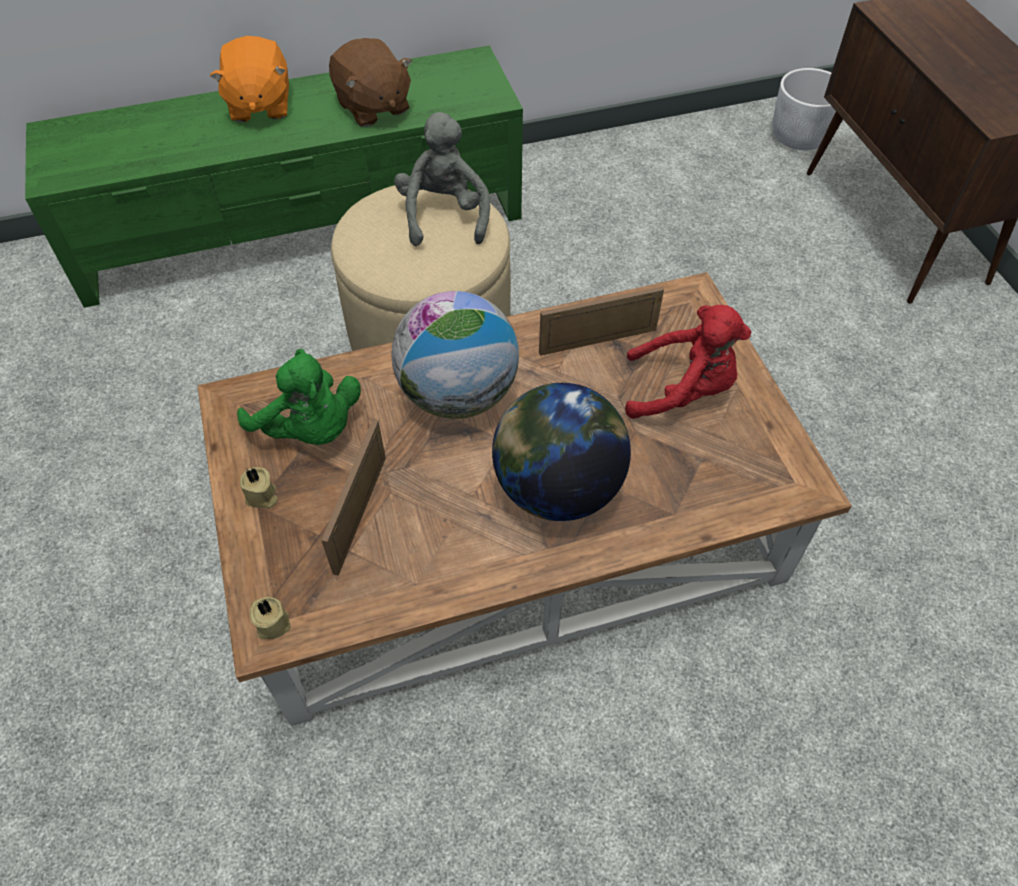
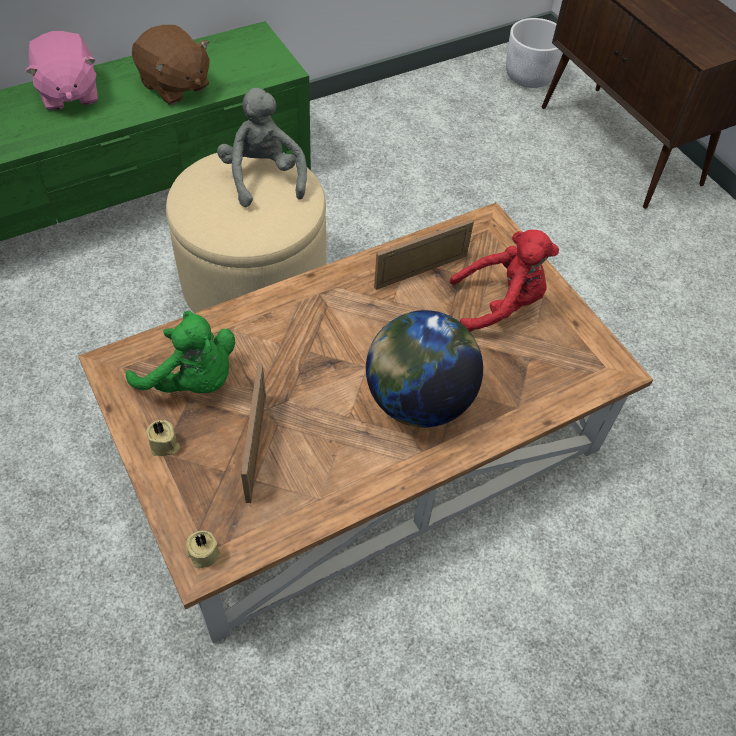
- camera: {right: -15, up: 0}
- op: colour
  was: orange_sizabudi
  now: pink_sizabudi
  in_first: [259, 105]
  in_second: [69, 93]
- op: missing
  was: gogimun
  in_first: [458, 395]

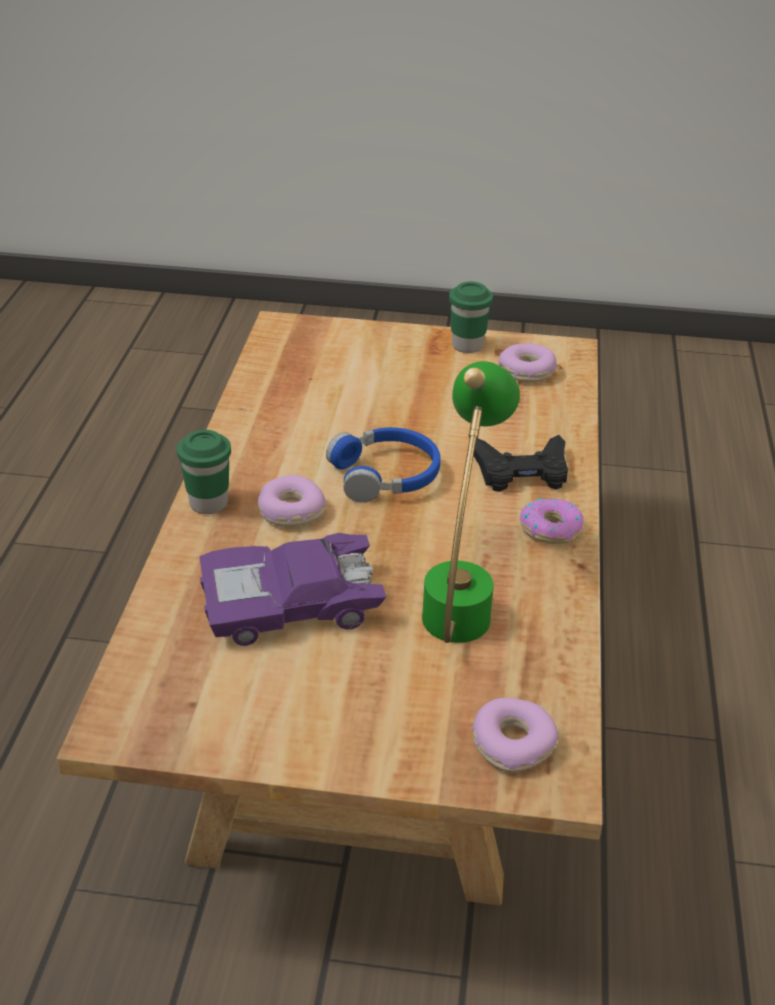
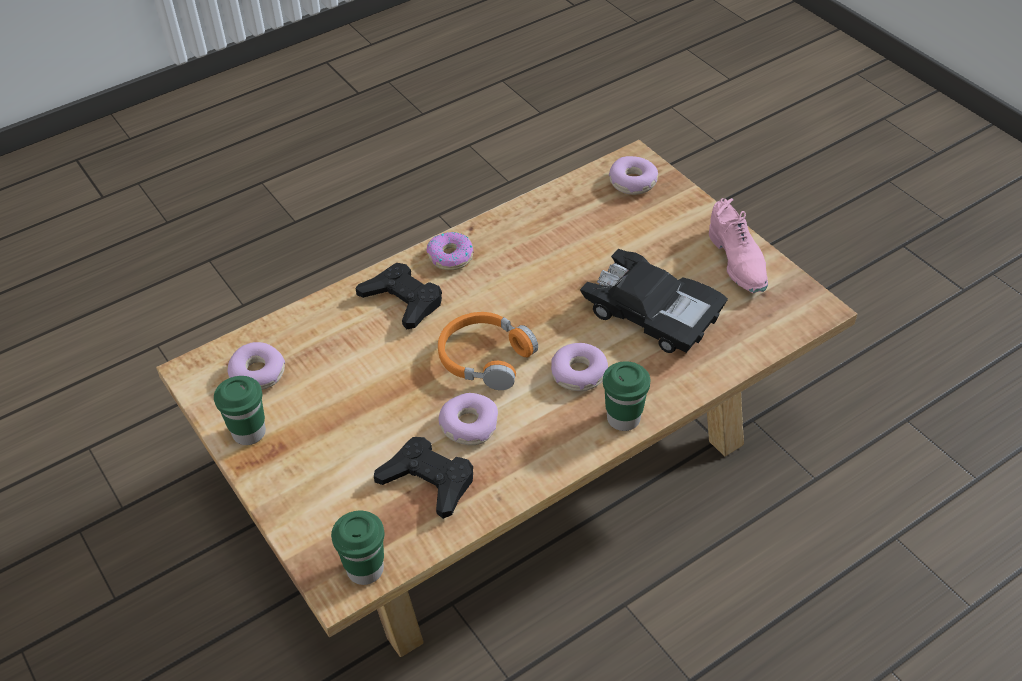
- camera: {right: -130, up: 10}
- op: appeared
  now: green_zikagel
  in_second: [365, 569]
- op: appeared
  now: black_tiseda
  in_second: [428, 481]
- op: colour
  was: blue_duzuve
  now: orange_duzuve
  in_first: [386, 475]
  in_second: [485, 358]
- op: appeared
  now: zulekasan
  in_second: [468, 425]
- op: colour
  was: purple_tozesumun
  now: black_tozesumun
  in_first: [290, 603]
  in_second: [652, 312]
- op: appeared
  now: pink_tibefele
  in_second: [738, 262]
- op: missing
  was: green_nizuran
  in_first: [461, 596]

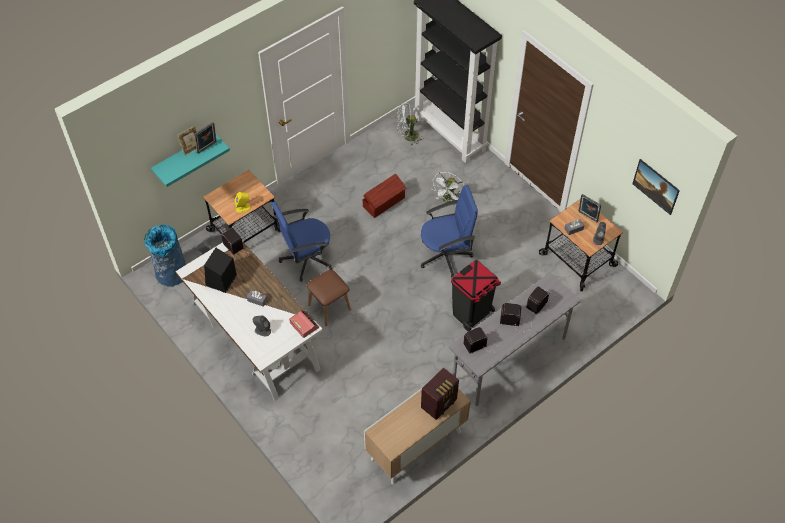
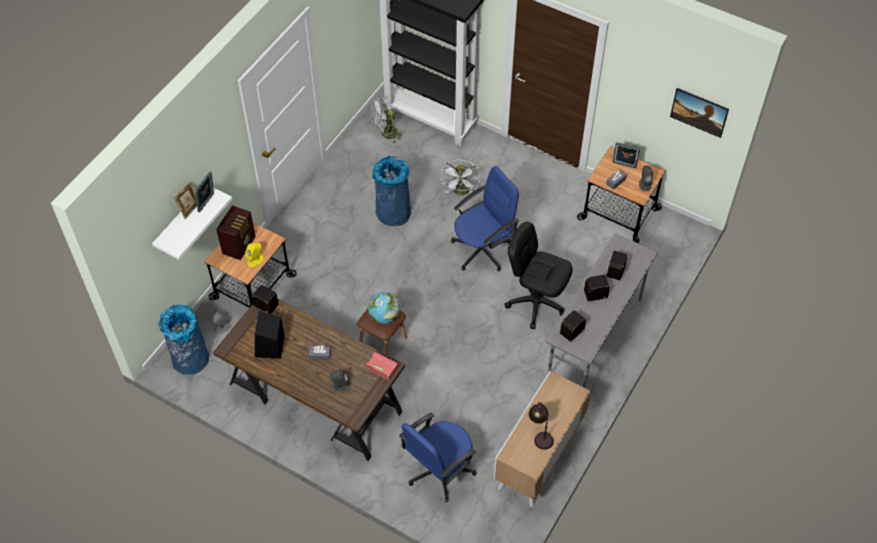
- camera: {right: -20, up: 0}
- op: colour
  was: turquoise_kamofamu
  now: white_kamofamu
  in_first: [184, 157]
  in_second: [181, 221]
- op: colour
  was: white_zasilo
  now: brown_zasilo
  in_first: [254, 336]
  in_second: [314, 398]
- op: relocated
  was: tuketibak
  in_first: [440, 403]
  in_second: [240, 245]
- op: appeared
  now: gogimun
  in_second: [384, 316]
- op: exchanged
  was: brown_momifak
  now: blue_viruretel
  in_first: [384, 202]
  in_second: [393, 212]
- op: relocated
  was: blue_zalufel
  in_first: [306, 259]
  in_second: [439, 470]
- op: exchanged
  was: black_viruretel
  now: black_zalufel
  in_first: [472, 314]
  in_second: [536, 302]
- op: appeared
  now: nizuran
  in_second: [540, 434]

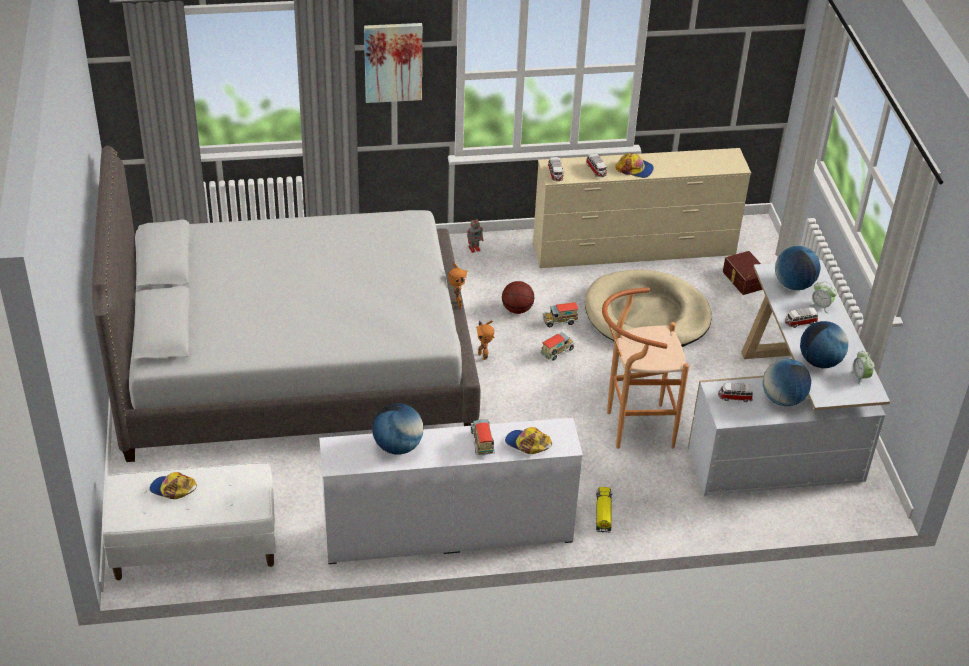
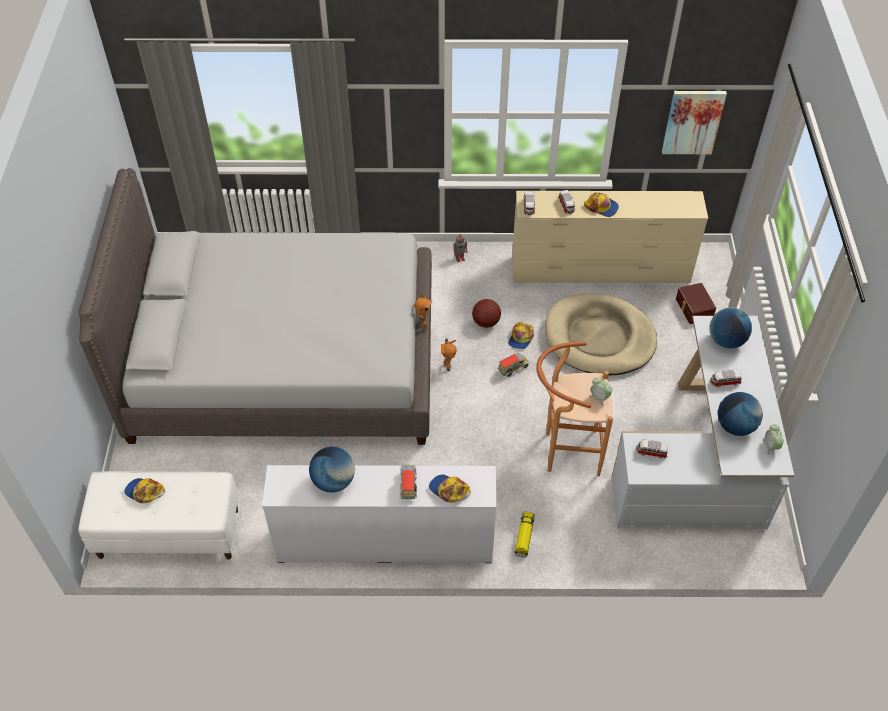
- camera: {right: 10, up: 10}
- op: exchanged
  was: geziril
  now: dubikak
  in_first: [559, 321]
  in_second: [521, 338]
- op: relocated
  was: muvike
  in_first: [821, 306]
  in_second: [599, 397]
- op: relocated
  was: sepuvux
  in_first: [393, 62]
  in_second: [693, 121]
- op: missing
  was: gogimun
  in_first: [783, 399]

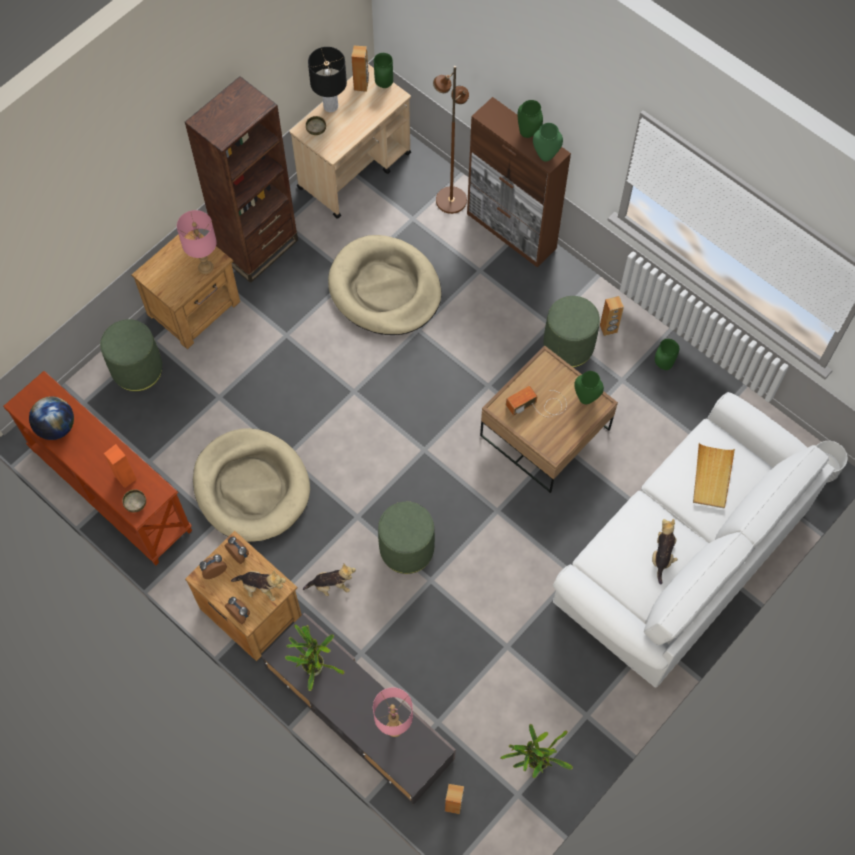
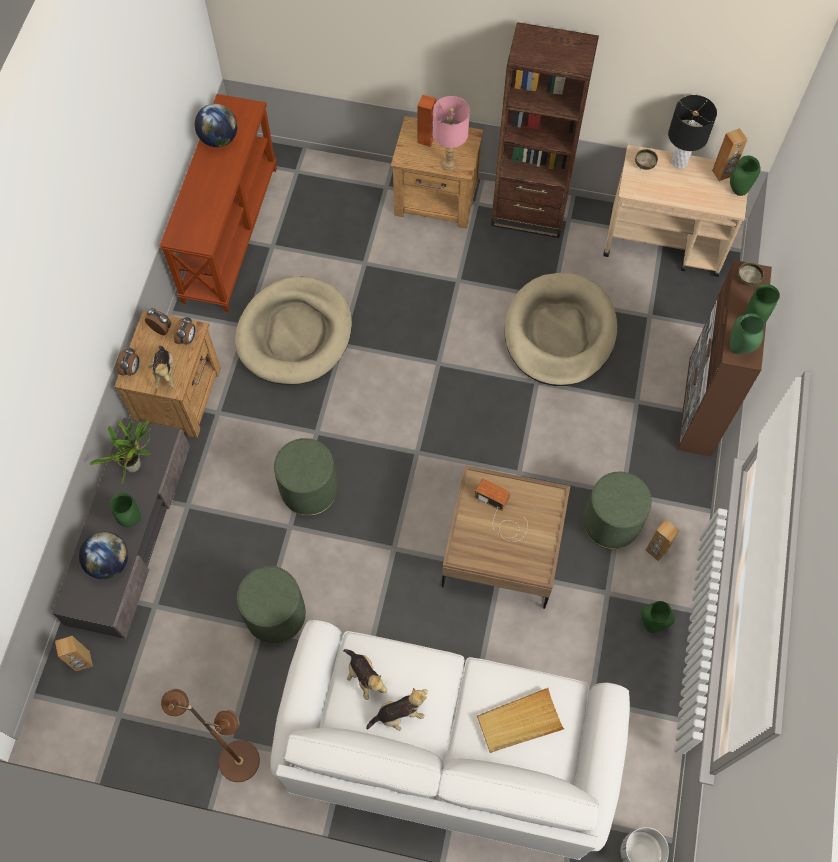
- camera: {right: 60, up: 0}
- op: exchanged
  was: pink_nizuran
  now: gogimun
  in_first: [394, 728]
  in_second: [109, 562]
- op: relocated
  was: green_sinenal
  in_first: [585, 398]
  in_second: [131, 520]
- op: relocated
  was: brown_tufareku
  in_first: [450, 200]
  in_second: [239, 760]
- op: relocated
  was: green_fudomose
  in_first: [137, 369]
  in_second: [276, 615]
- op: relocated
  was: sizabudi
  in_first: [331, 585]
  in_second: [364, 677]
- op: relocated
  was: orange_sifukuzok
  in_first: [126, 477]
  in_second: [426, 139]
- op: relocated
  was: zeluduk
  in_first: [135, 504]
  in_second: [747, 279]
- op: missing
  was: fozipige
  in_first: [534, 762]

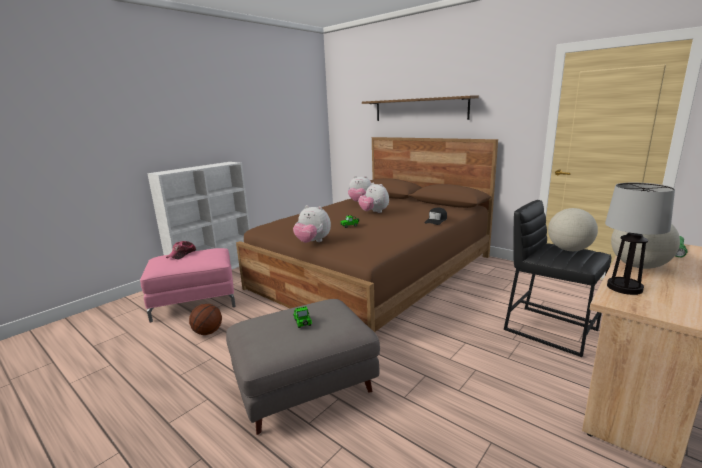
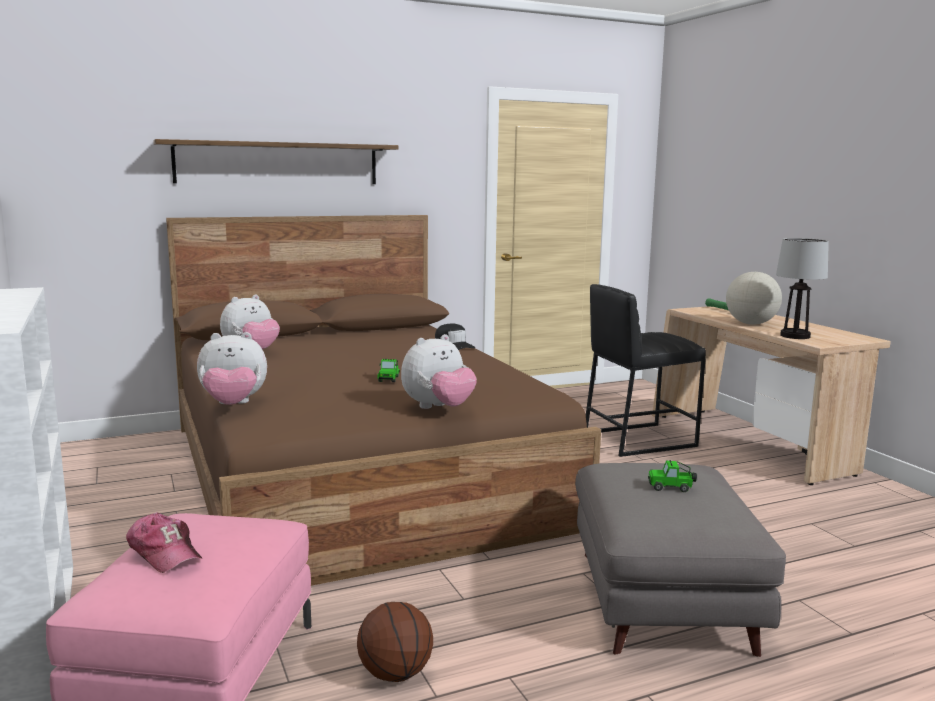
- camera: {right: -65, up: -5}
- op: relocated
  was: sizabudi
  in_first: [374, 212]
  in_second: [233, 405]
- op: missing
  was: gogimun
  in_first: [569, 250]

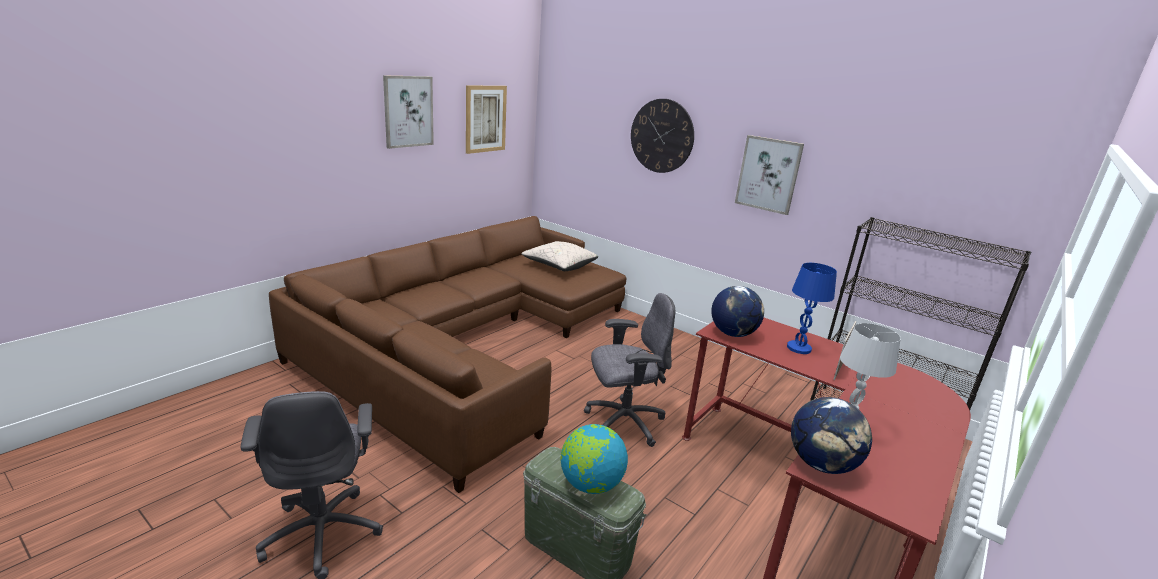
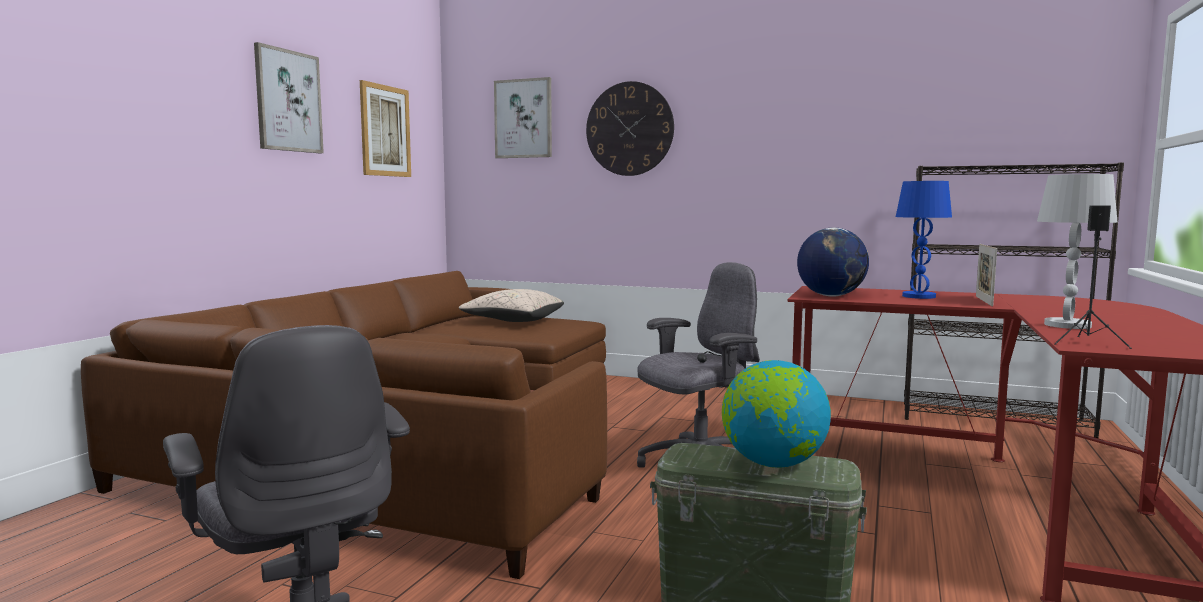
- camera: {right: -15, up: -15}
- op: relocated
  was: sepuvux
  in_first: [768, 174]
  in_second: [523, 118]
- op: exchanged
  was: gogimun
  now: black_sifukuzok
  in_first: [822, 465]
  in_second: [1088, 343]

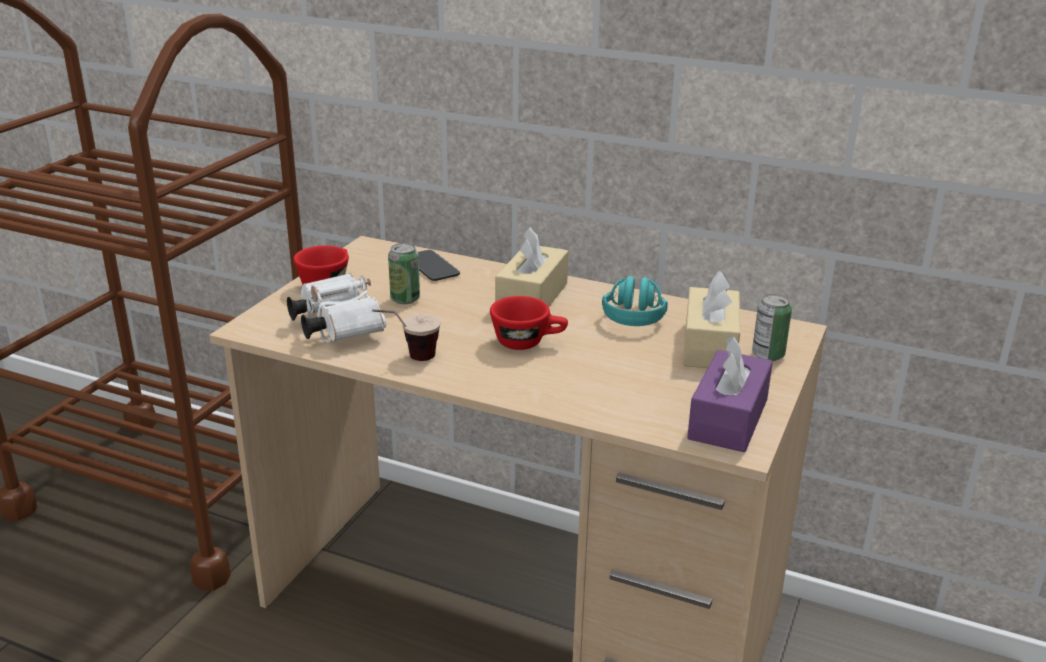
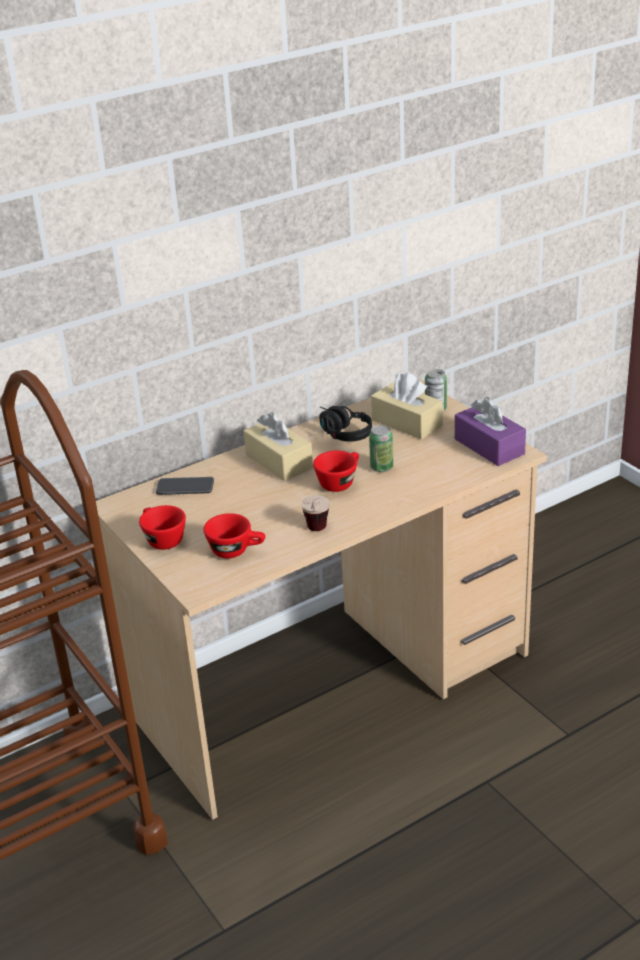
- camera: {right: -55, up: 5}
- op: exchanged
  was: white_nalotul
  now: red_zikagel
  in_first: [336, 326]
  in_second: [236, 550]
- op: colour
  was: turquoise_duzuve
  now: black_duzuve
  in_first: [634, 312]
  in_second: [340, 432]
- op: relocated
  was: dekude
  in_first: [405, 299]
  in_second: [381, 467]

